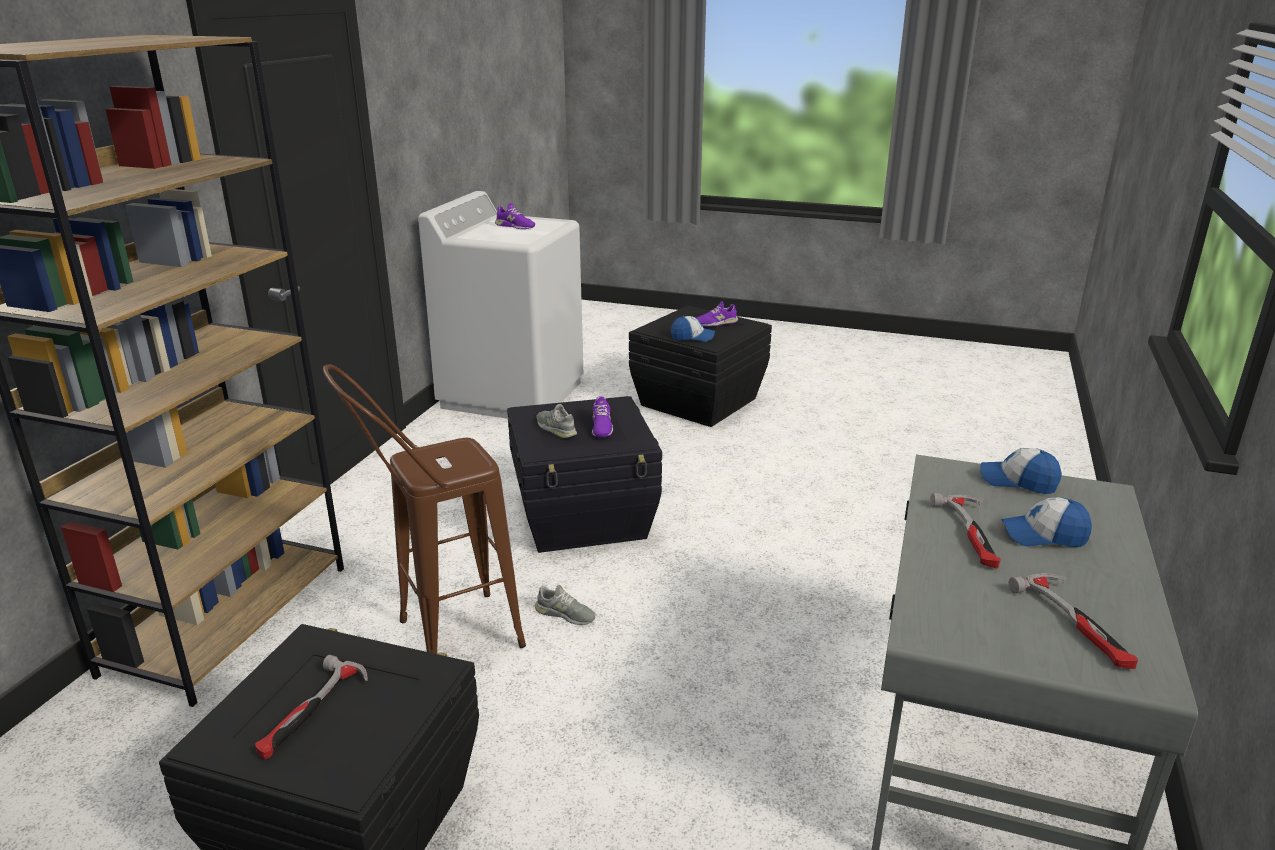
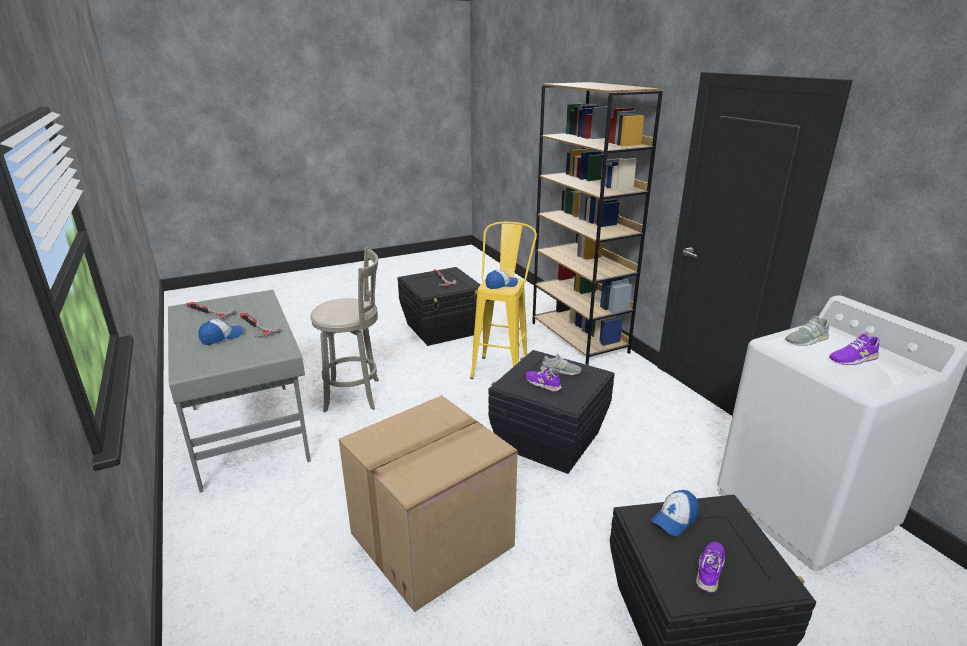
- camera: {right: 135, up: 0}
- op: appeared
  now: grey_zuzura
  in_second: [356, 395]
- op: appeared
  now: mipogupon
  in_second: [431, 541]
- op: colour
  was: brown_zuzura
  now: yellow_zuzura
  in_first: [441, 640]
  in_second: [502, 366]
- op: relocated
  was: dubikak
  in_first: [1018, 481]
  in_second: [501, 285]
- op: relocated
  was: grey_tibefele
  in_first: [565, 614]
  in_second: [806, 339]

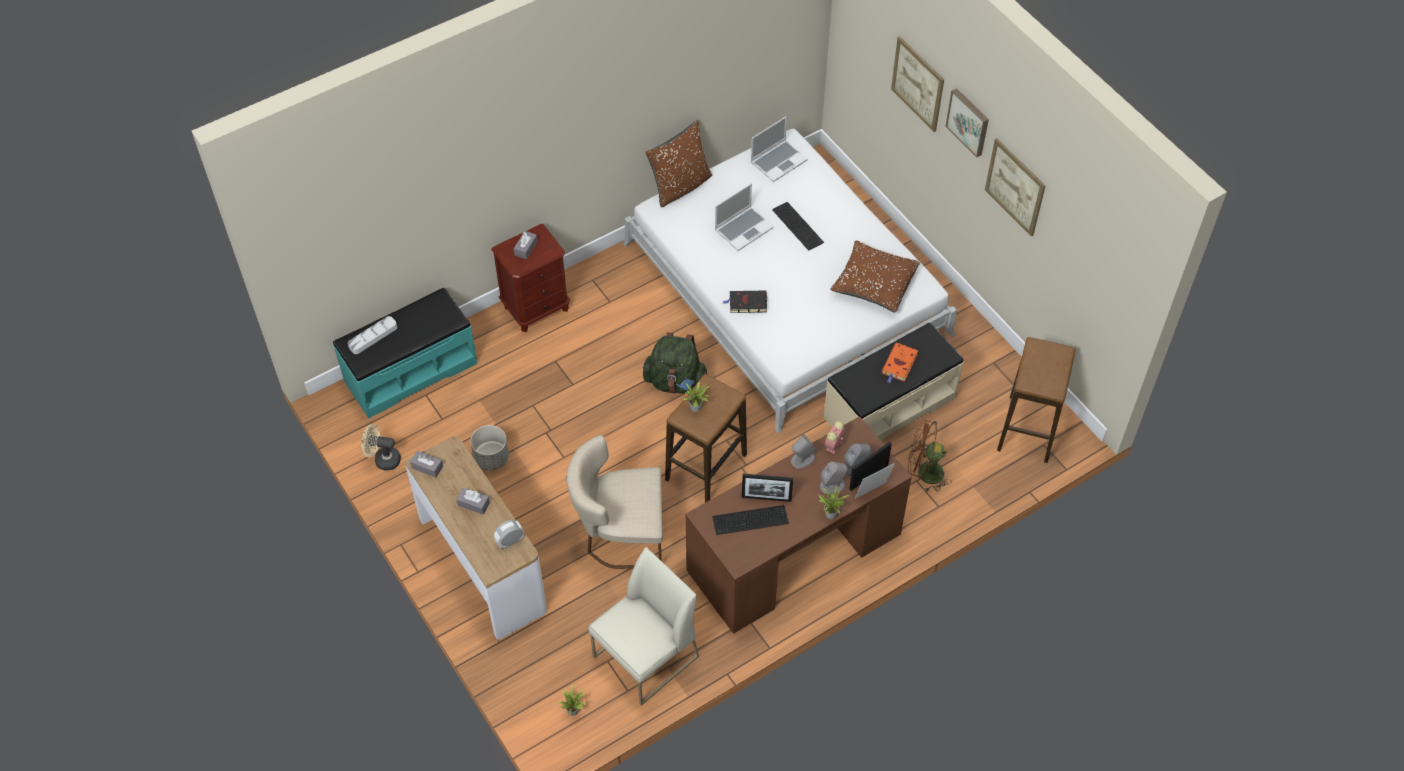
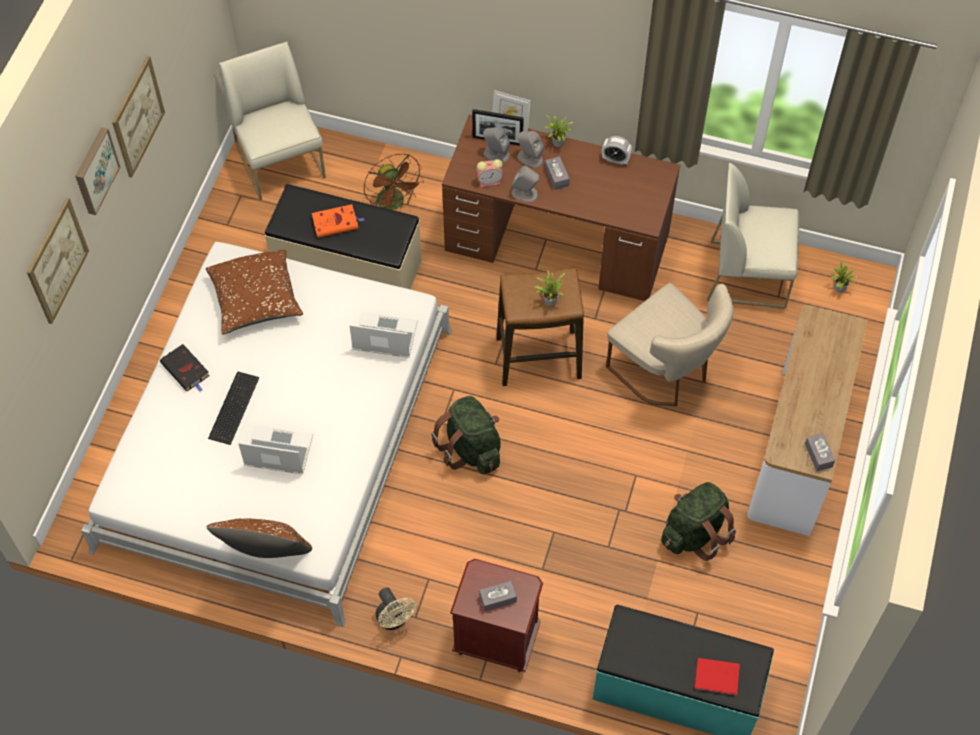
- camera: {right: -130, up: 5}
- op: relocated
  was: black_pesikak
  in_first: [746, 303]
  in_second: [186, 370]
- op: exchanged
  was: zuzura
  now: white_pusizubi
  in_first: [1028, 429]
  in_second: [281, 161]
- op: relocated
  was: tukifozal
  in_first: [778, 161]
  in_second: [384, 337]
- op: relocated
  was: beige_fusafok
  in_first: [383, 459]
  in_second: [394, 620]
- op: relocated
  was: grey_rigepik
  in_first: [473, 504]
  in_second: [556, 177]
- op: relocated
  was: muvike
  in_first: [510, 541]
  in_second: [615, 160]
- op: exchanged
  was: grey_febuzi
  now: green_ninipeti
  in_first: [491, 458]
  in_second: [694, 533]
- op: exchanged
  was: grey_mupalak
  now: red_pesikak
  in_first: [373, 337]
  in_second: [718, 678]
- op: missing
  was: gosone
  in_first: [751, 521]
- op: missing
  was: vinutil
  in_first: [766, 498]

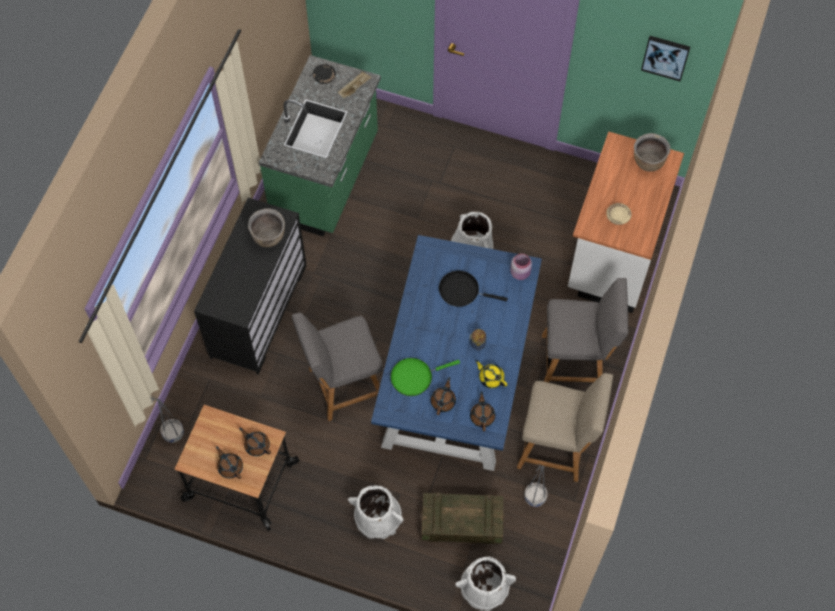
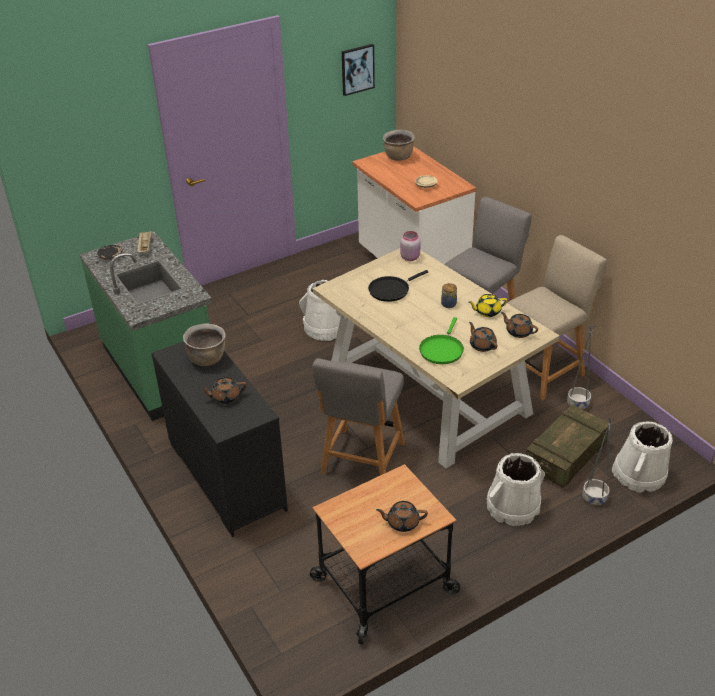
- camera: {right: -50, up: -25}
- op: relocated
  was: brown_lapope
  in_first: [256, 445]
  in_second: [225, 397]
- op: colour
  was: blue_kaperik
  now: beige_kaperik
  in_first: [455, 378]
  in_second: [427, 392]
- op: relocated
  was: grey_febuzi
  in_first: [172, 433]
  in_second: [594, 498]

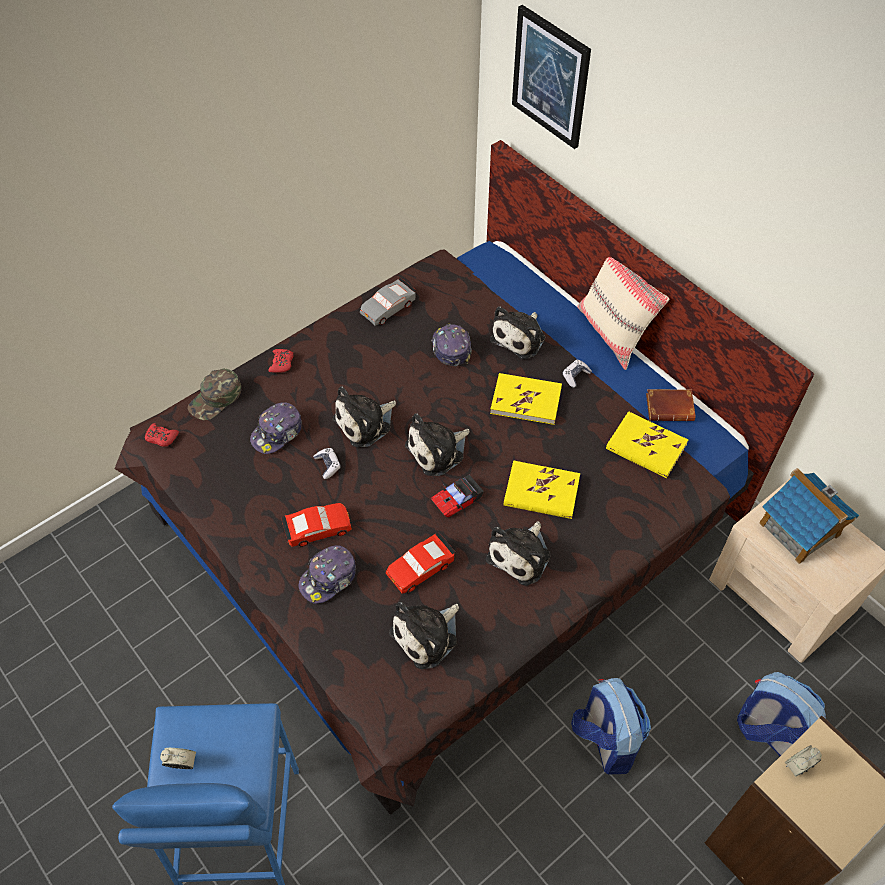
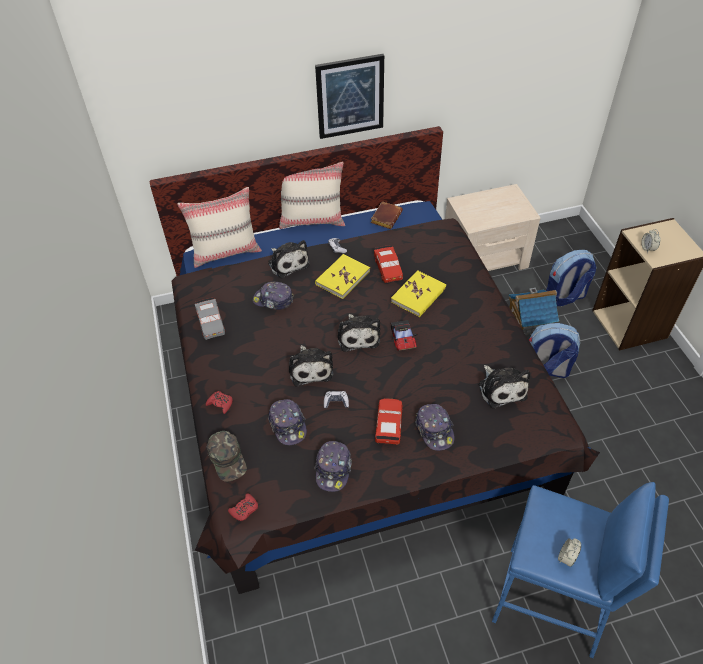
- camera: {right: -65, up: -5}
- op: appeared
  now: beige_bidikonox
  in_second: [226, 252]
- op: appeared
  now: dubikak
  in_second: [333, 469]
- op: relocated
  was: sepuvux
  in_first: [550, 77]
  in_second: [350, 96]
- op: relocated
  was: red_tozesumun
  in_first: [420, 567]
  in_second: [388, 268]
- op: relocated
  was: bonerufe
  in_first: [799, 529]
  in_second: [529, 322]
- op: missing
  was: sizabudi
  in_first: [521, 555]
- op: missing
  was: yellow_pesikak
  in_first: [646, 447]

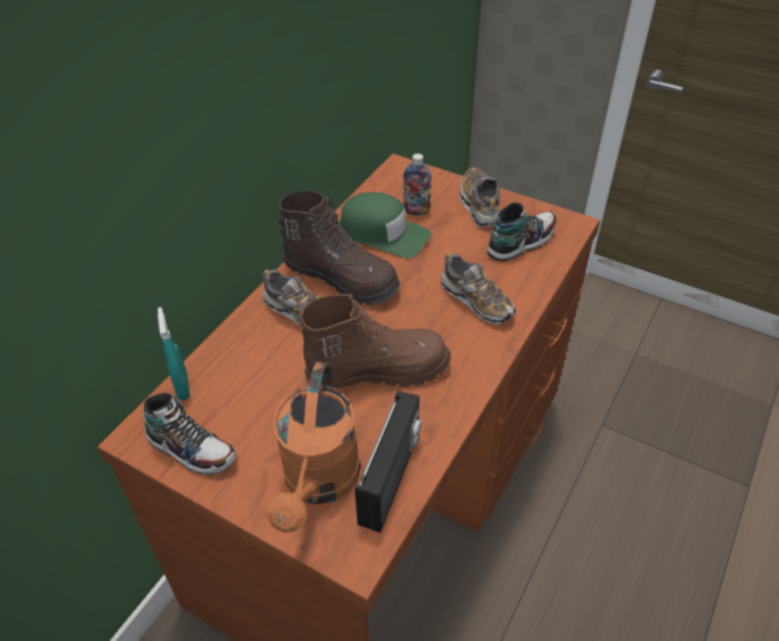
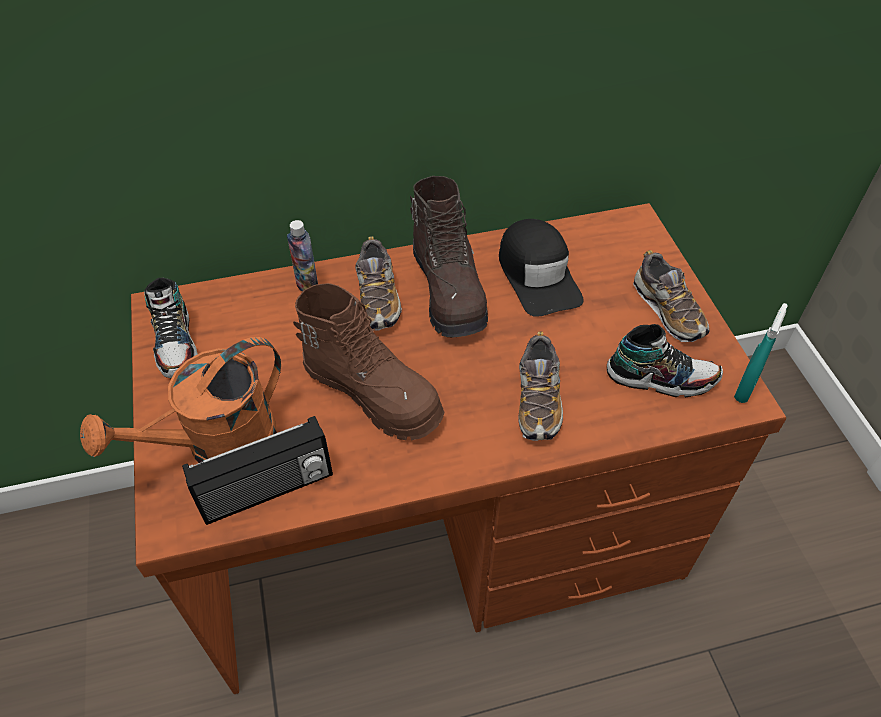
- camera: {right: 45, up: 5}
- op: relocated
  was: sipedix
  in_first: [416, 210]
  in_second: [307, 285]
- op: colour
  was: green_dubikak
  now: black_dubikak
  in_first: [383, 233]
  in_second: [538, 275]
- op: spun
  was: tibefele
  in_first: [479, 205]
  in_second: [668, 310]
  clockwise: 120
- op: relocated
  was: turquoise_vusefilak
  in_first: [183, 387]
  in_second: [744, 389]

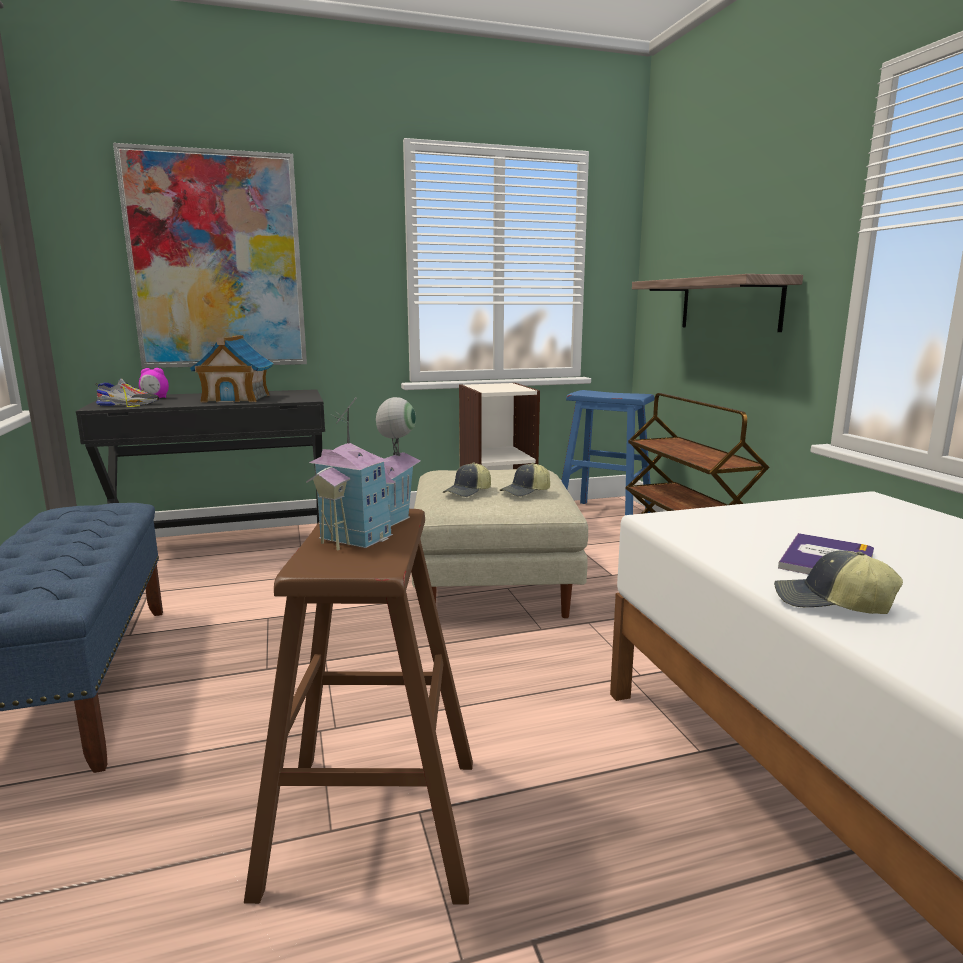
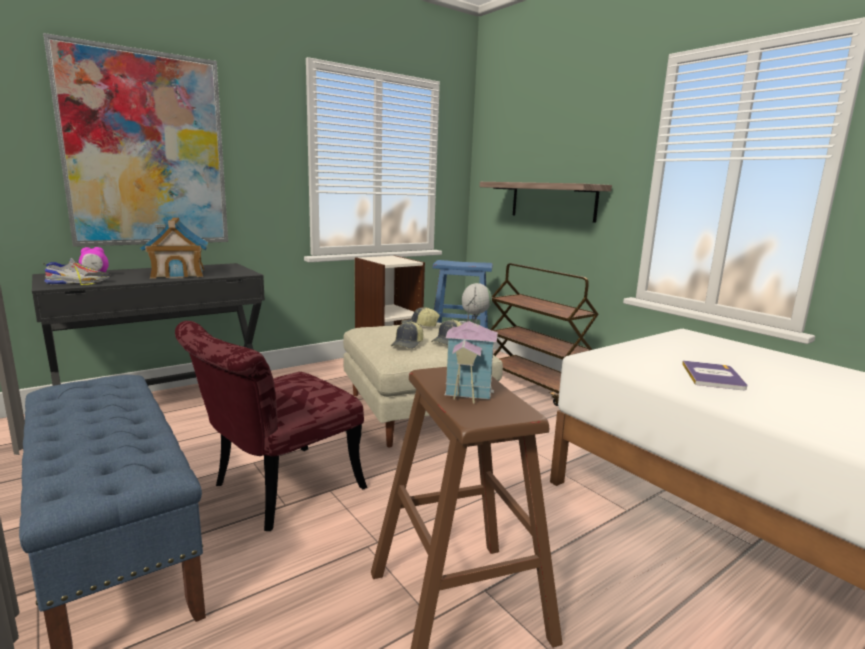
- camera: {right: -20, up: 0}
- op: appeared
  now: red_pusizubi
  in_second: [275, 492]
- op: relocated
  was: dubikak
  in_first: [831, 604]
  in_second: [419, 326]

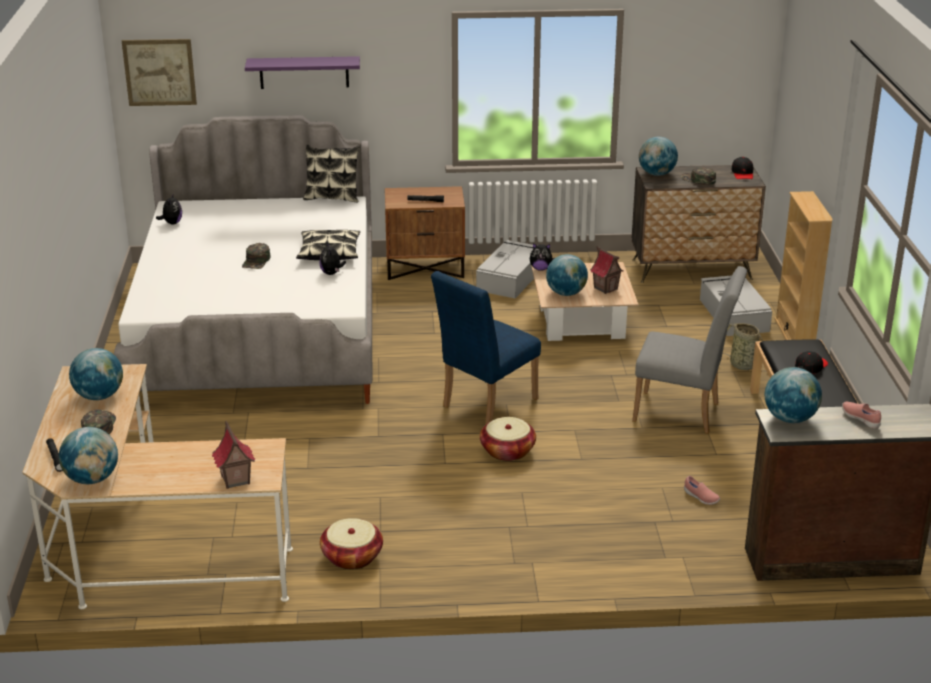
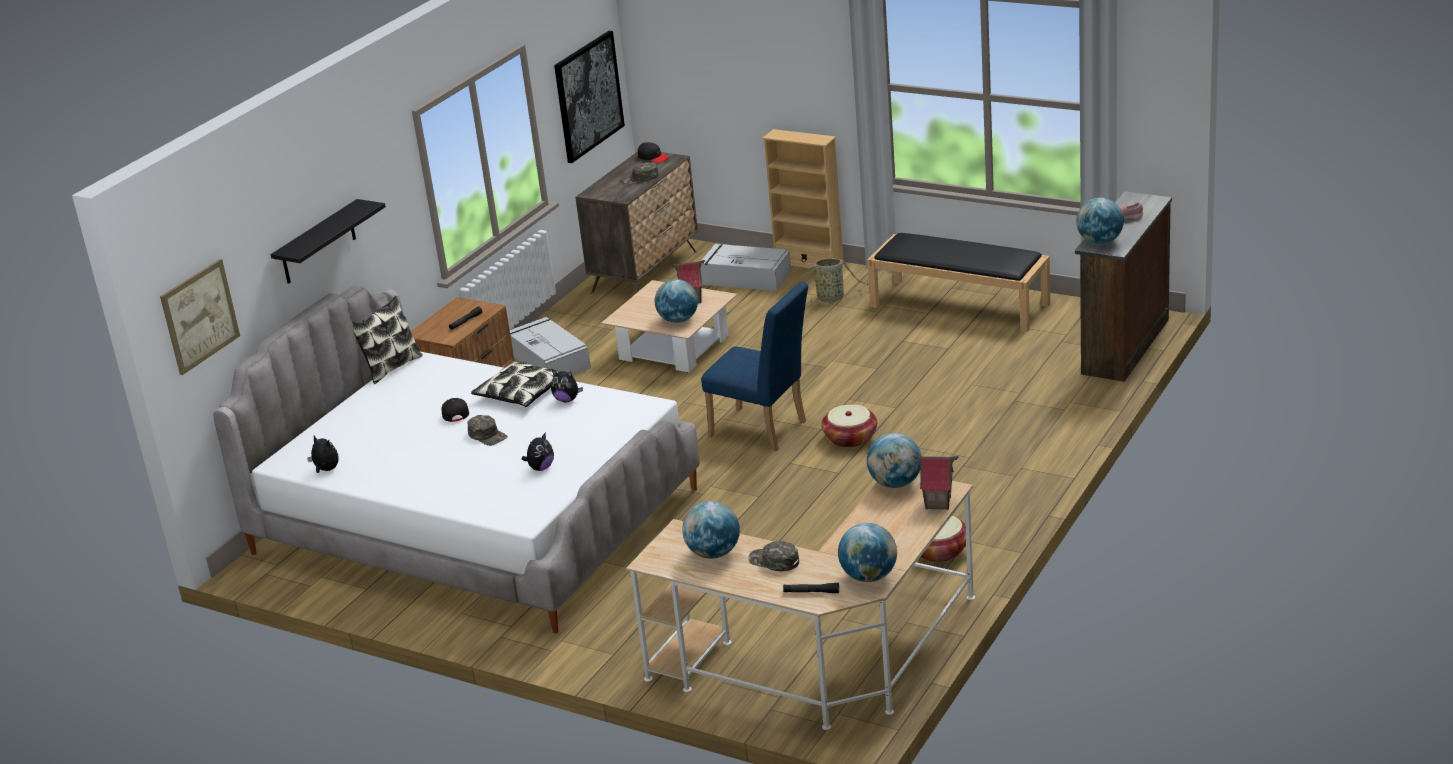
- camera: {right: -55, up: 0}
- op: colour
  was: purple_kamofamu
  now: black_kamofamu
  in_first: [304, 72]
  in_second: [318, 243]
- op: relocated
  was: black_dubikak
  in_first: [811, 366]
  in_second: [455, 413]
- op: relocated
  was: sizabudi
  in_first: [540, 269]
  in_second: [541, 468]
- op: appeared
  now: sepuvux
  in_second: [588, 96]
- op: spun
  was: blue_pusizubi
  in_first: [485, 405]
  in_second: [764, 430]
  clockwise: -45
- op: relocated
  was: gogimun
  in_first: [656, 174]
  in_second: [895, 483]
- op: missing
  was: grey_pusizubi
  in_first: [683, 413]
- op: missing
  was: pink_tibefele
  in_first: [701, 498]

